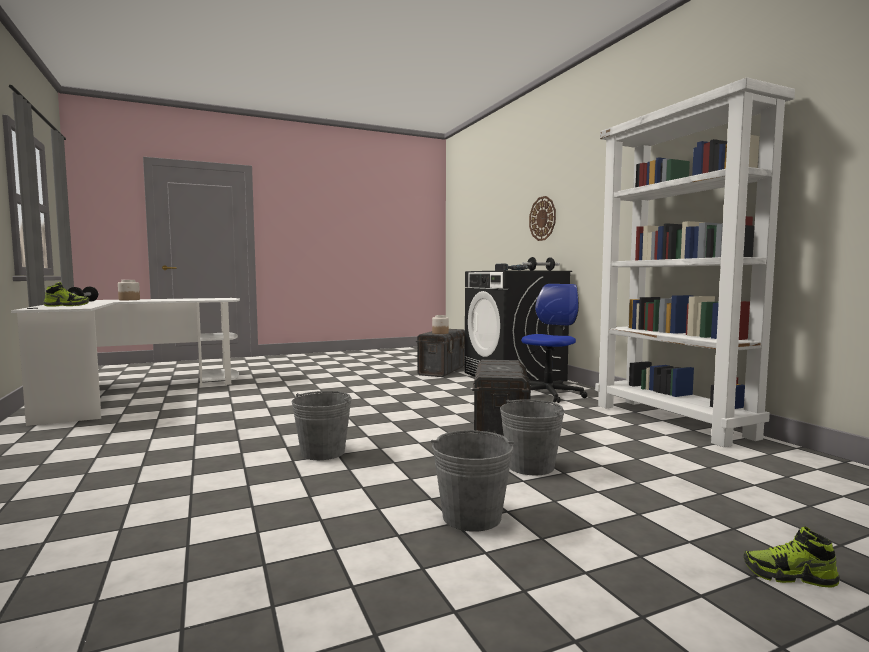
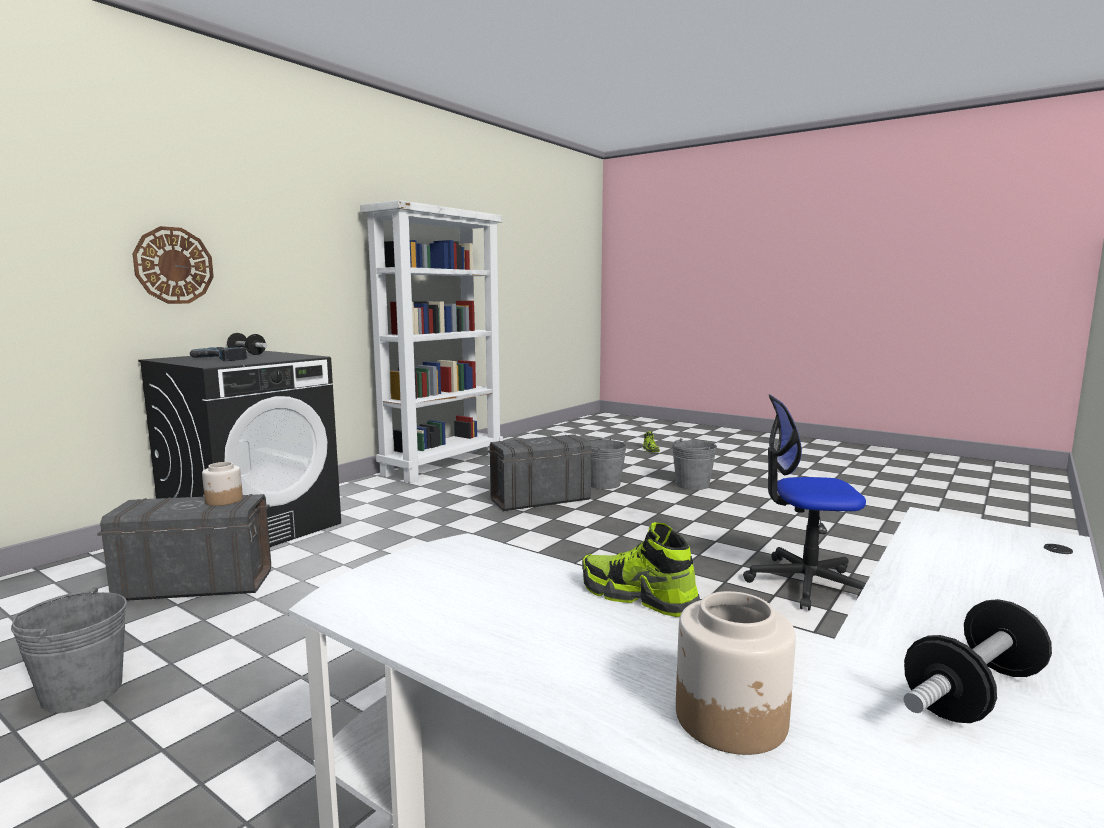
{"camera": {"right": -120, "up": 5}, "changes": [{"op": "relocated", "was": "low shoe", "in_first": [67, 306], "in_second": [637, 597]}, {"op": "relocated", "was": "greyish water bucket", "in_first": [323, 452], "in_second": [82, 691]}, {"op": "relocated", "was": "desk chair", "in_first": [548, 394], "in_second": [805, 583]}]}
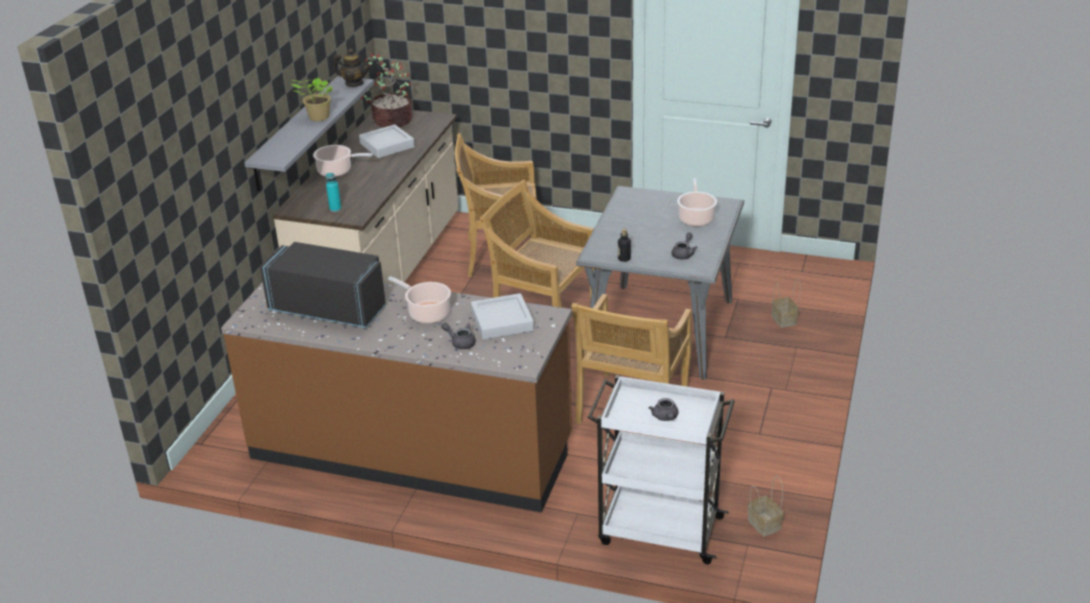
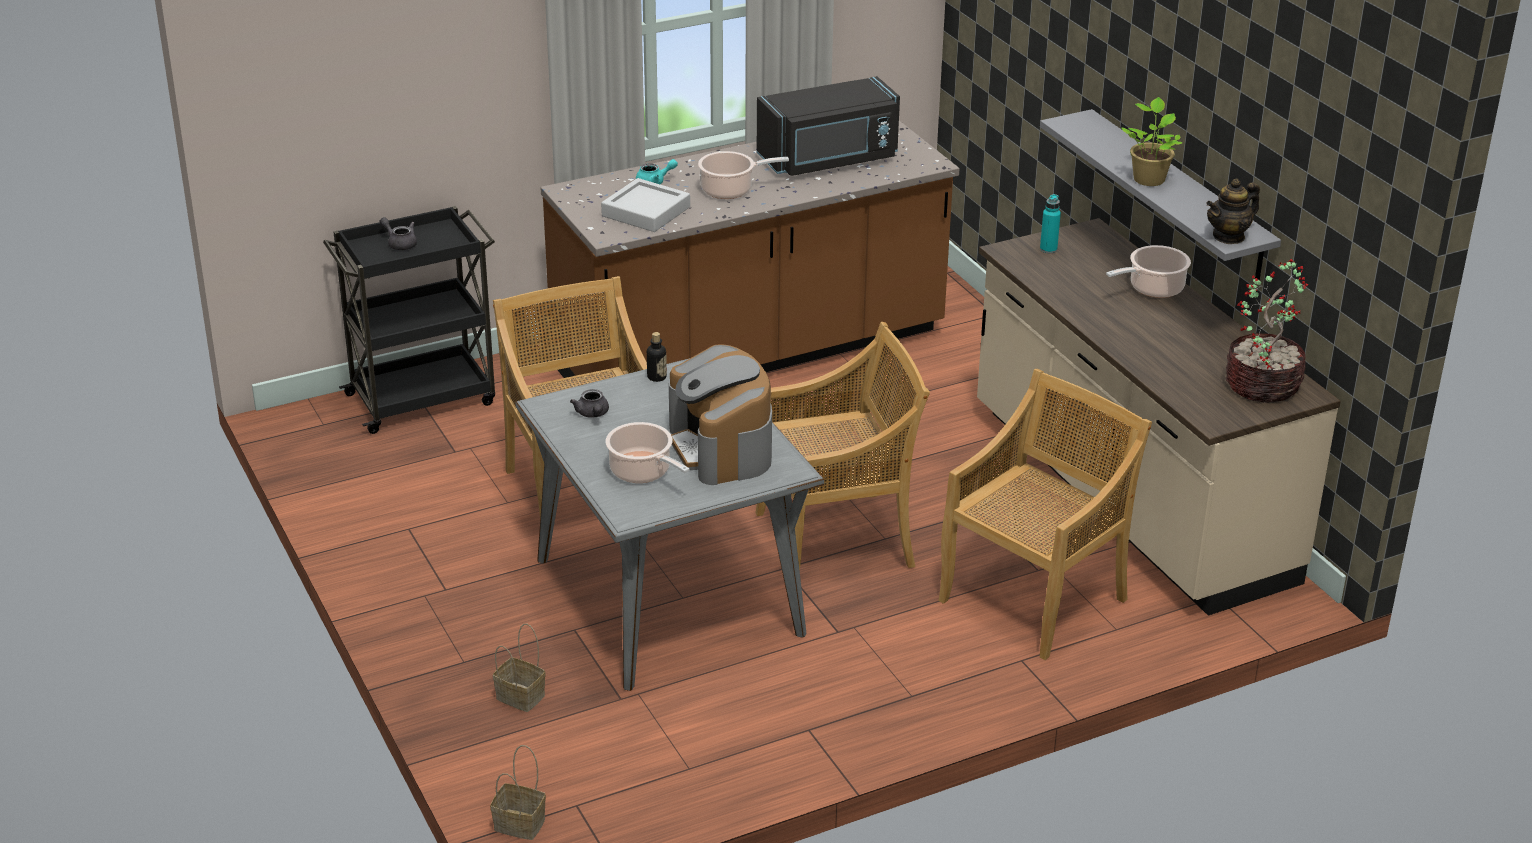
{"camera": {"right": 135, "up": 0}, "changes": [{"op": "missing", "was": "greyish carrying tray", "in_first": [387, 145]}, {"op": "colour", "was": "greyish pot for tea", "now": "blue-green pot for tea", "in_first": [460, 342], "in_second": [654, 182]}, {"op": "colour", "was": "whitish cart", "now": "black cart", "in_first": [658, 530], "in_second": [423, 398]}, {"op": "relocated", "was": "basket", "in_first": [763, 524], "in_second": [521, 824]}, {"op": "appeared", "now": "coffee brewer", "in_second": [722, 448]}]}
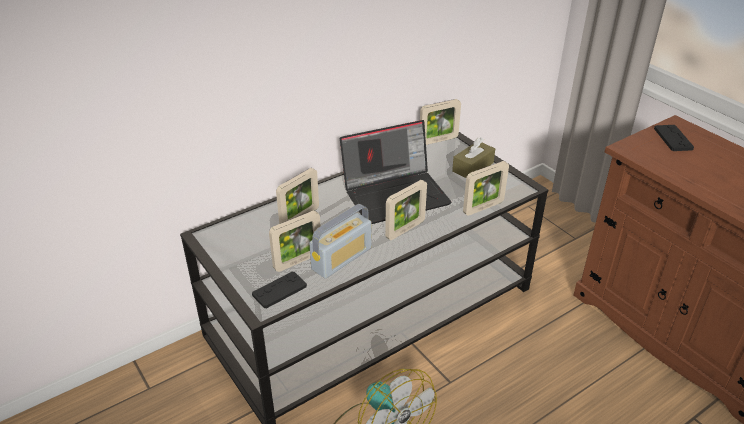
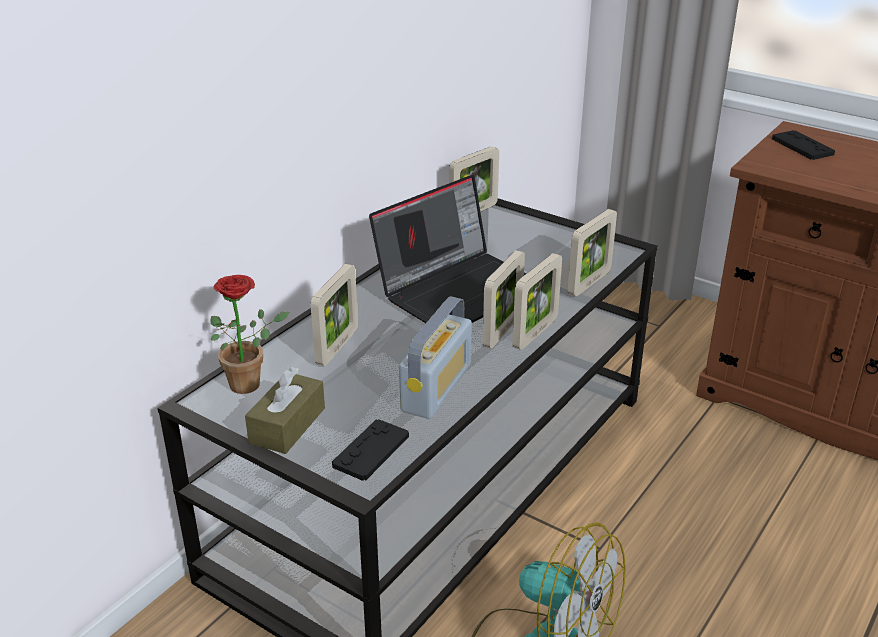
{"camera": {"right": -20, "up": -5}, "changes": [{"op": "relocated", "was": "standing frame", "in_first": [298, 261], "in_second": [535, 333]}, {"op": "relocated", "was": "brown tissue holder", "in_first": [473, 167], "in_second": [287, 425]}, {"op": "appeared", "now": "potted plant", "in_second": [251, 383]}]}
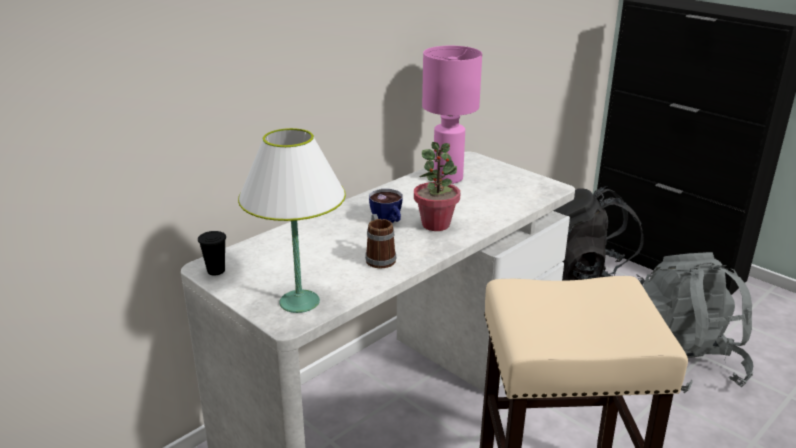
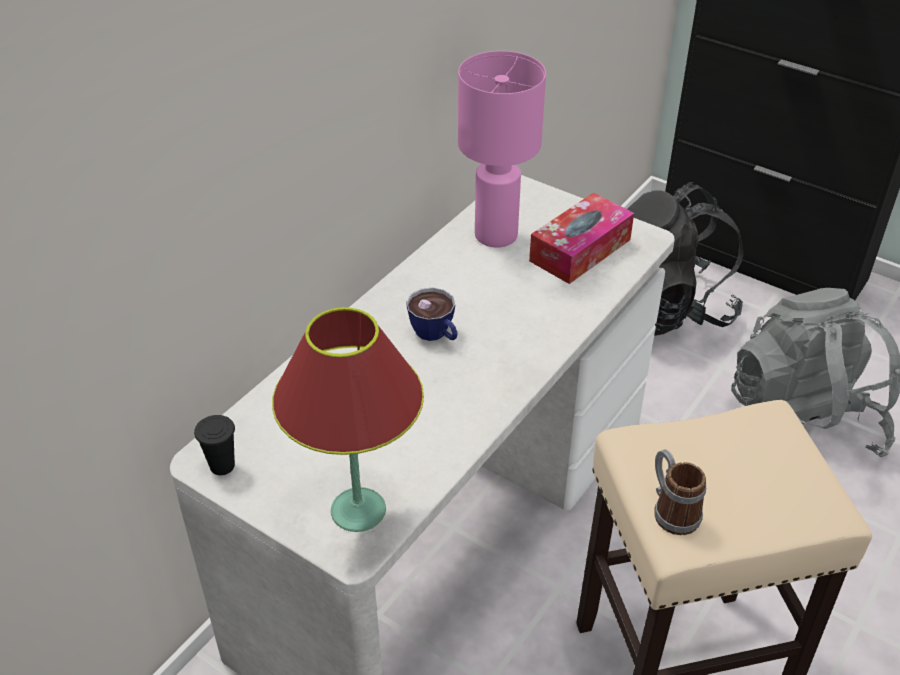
{"camera": {"right": -10, "up": 15}, "changes": [{"op": "colour", "was": "whitish table lamp", "now": "reddish table lamp", "in_first": [300, 302], "in_second": [359, 509]}, {"op": "relocated", "was": "tea mug", "in_first": [379, 258], "in_second": [671, 510]}, {"op": "missing", "was": "potted plant", "in_first": [436, 224]}, {"op": "appeared", "now": "tissue holder", "in_second": [580, 250]}]}
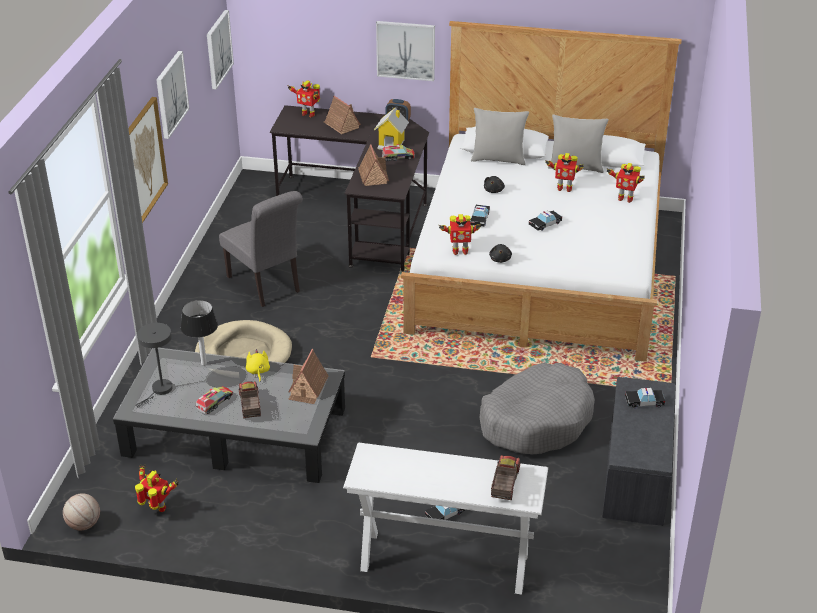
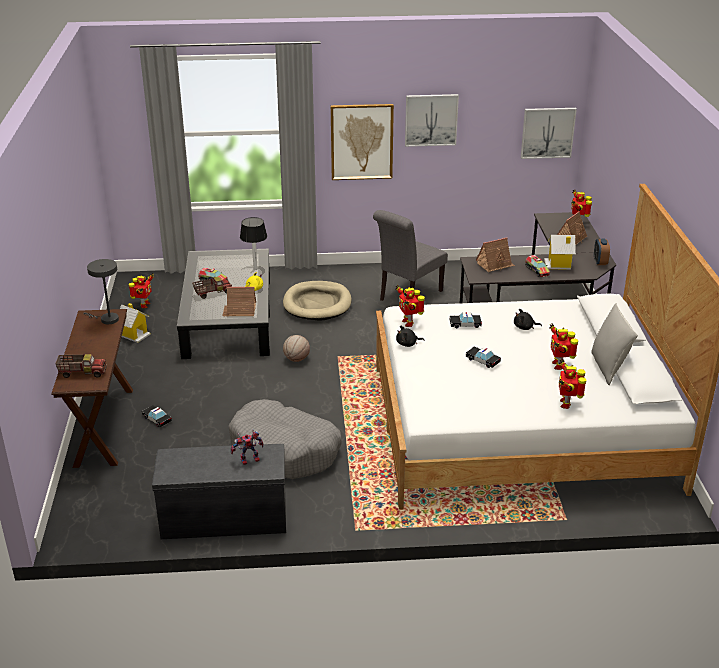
{"camera": {"right": 75, "up": -5}, "changes": [{"op": "relocated", "was": "basketball ball", "in_first": [84, 524], "in_second": [296, 359]}, {"op": "relocated", "was": "greyish table lamp", "in_first": [160, 390], "in_second": [106, 319]}, {"op": "colour", "was": "whitish narrow table", "now": "brown narrow table", "in_first": [444, 562], "in_second": [104, 426]}, {"op": "missing", "was": "wall picture", "in_first": [406, 50]}, {"op": "missing", "was": "greyish throw pillow", "in_first": [498, 159]}, {"op": "exchanged", "was": "miniature car", "now": "robot figure", "in_first": [644, 402], "in_second": [248, 461]}, {"op": "appeared", "now": "miniature house", "in_second": [134, 334]}]}
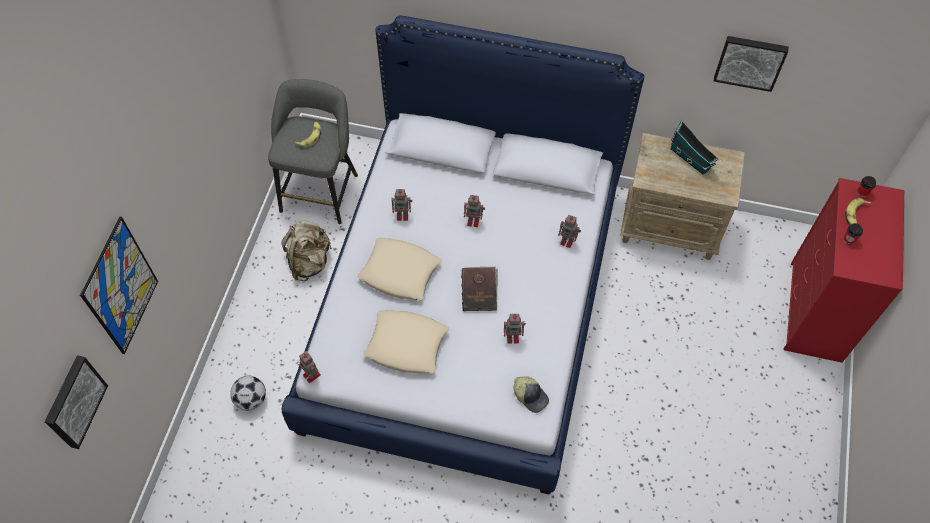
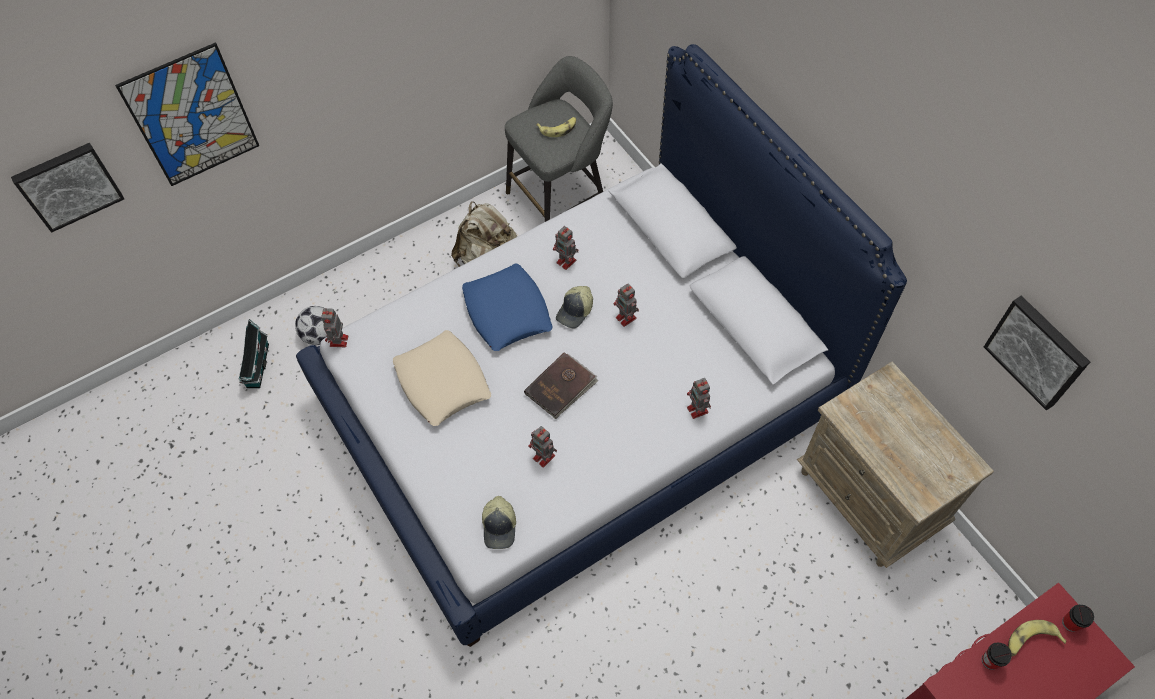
{"camera": {"right": 45, "up": 0}, "changes": [{"op": "colour", "was": "beige throw pillow", "now": "bluish throw pillow", "in_first": [400, 272], "in_second": [507, 312]}, {"op": "relocated", "was": "miniature house", "in_first": [691, 159], "in_second": [257, 367]}, {"op": "appeared", "now": "peaked cap", "in_second": [575, 311]}]}
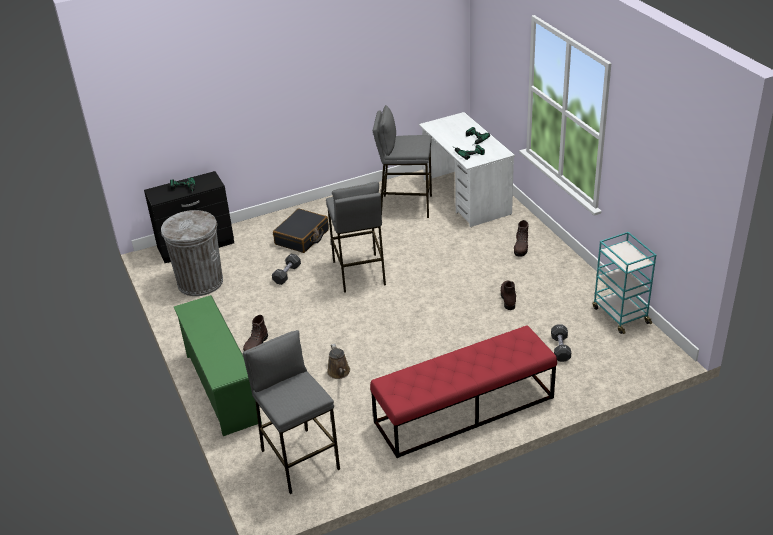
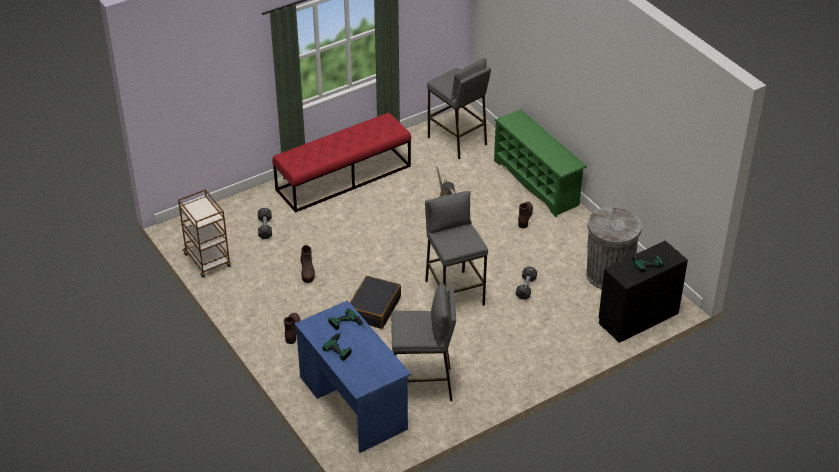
{"camera": {"right": 170, "up": 5}, "changes": [{"op": "relocated", "was": "black travel case", "in_first": [302, 237], "in_second": [374, 308]}, {"op": "colour", "was": "whitish desk unit", "now": "bluish desk unit", "in_first": [466, 197], "in_second": [353, 403]}, {"op": "colour", "was": "blue-green cart", "now": "brown cart", "in_first": [620, 315], "in_second": [208, 261]}]}
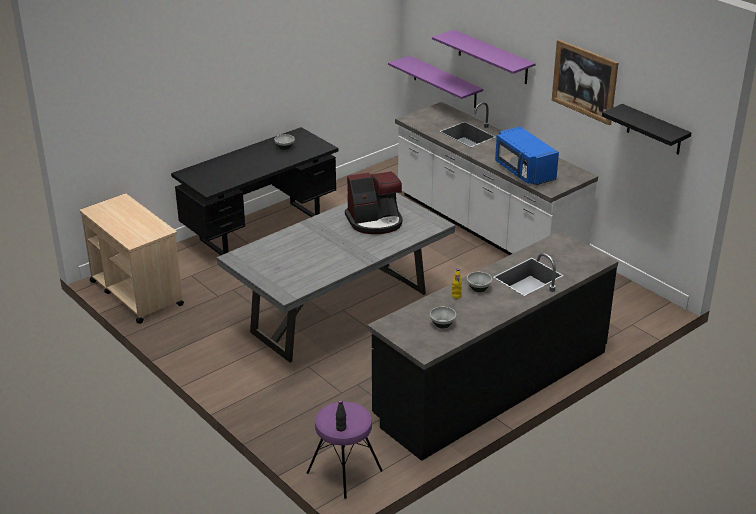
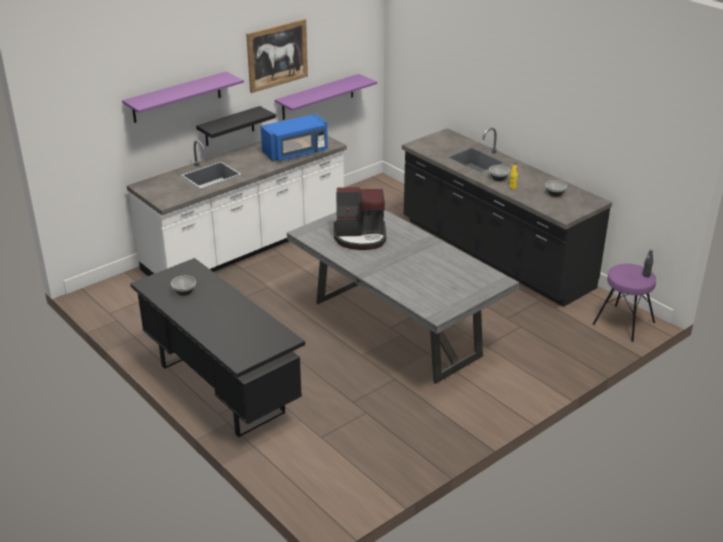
{"camera": {"right": -90, "up": 0}, "changes": [{"op": "missing", "was": "beige cart", "in_first": [136, 293]}, {"op": "spun", "was": "coffee brewer", "in_first": [375, 221], "in_second": [360, 237], "clockwise": 105}, {"op": "relocated", "was": "purplish bracket shelf", "in_first": [444, 82], "in_second": [318, 97]}, {"op": "relocated", "was": "black bracket shelf", "in_first": [654, 130], "in_second": [229, 126]}]}
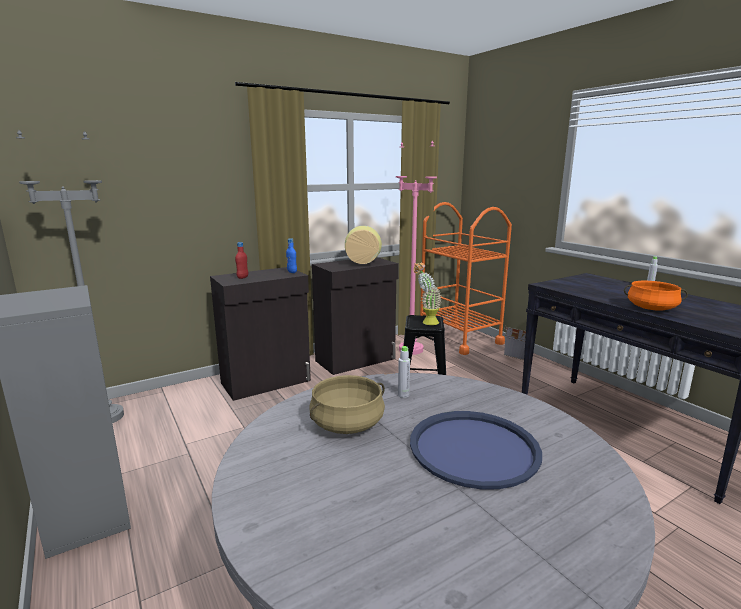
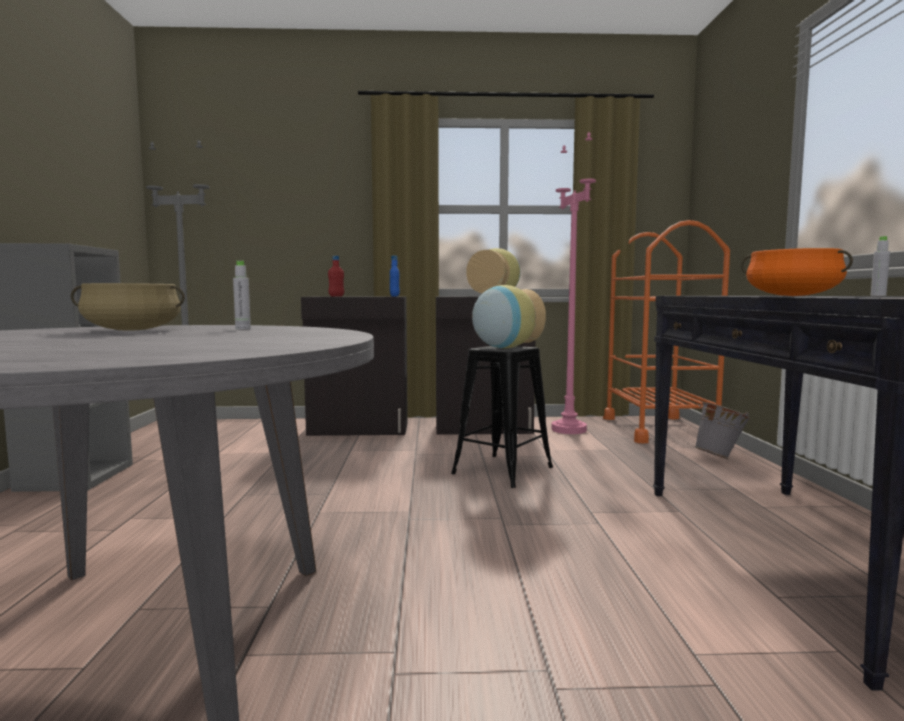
{"camera": {"right": 30, "up": -10}, "changes": [{"op": "missing", "was": "bluish carrying tray", "in_first": [474, 448]}, {"op": "exchanged", "was": "potted plant", "now": "flower vase", "in_first": [426, 322], "in_second": [504, 348]}]}
